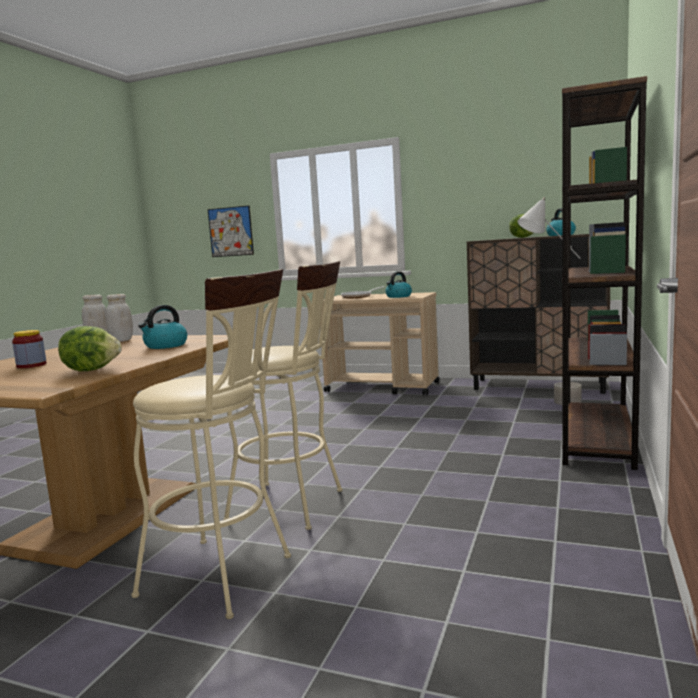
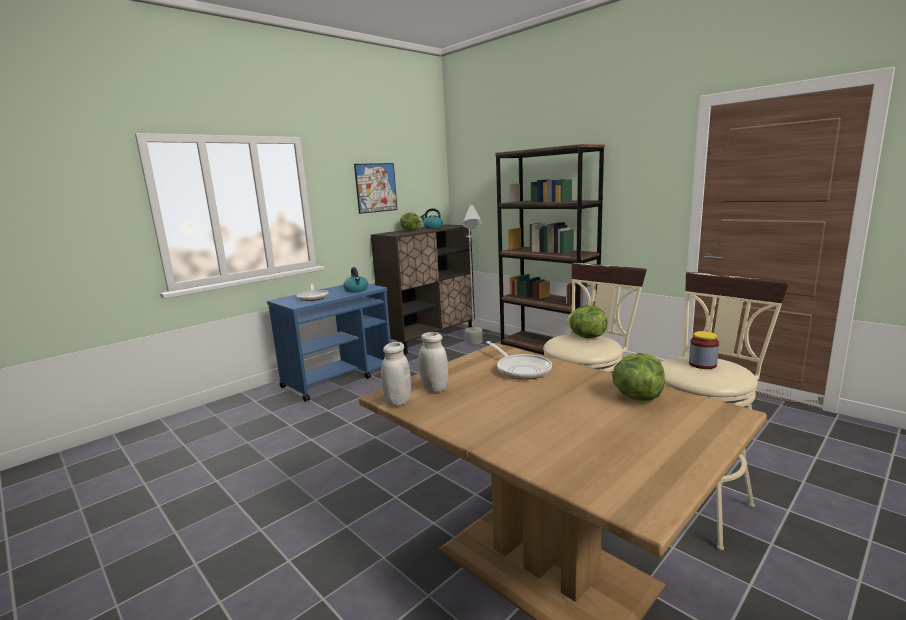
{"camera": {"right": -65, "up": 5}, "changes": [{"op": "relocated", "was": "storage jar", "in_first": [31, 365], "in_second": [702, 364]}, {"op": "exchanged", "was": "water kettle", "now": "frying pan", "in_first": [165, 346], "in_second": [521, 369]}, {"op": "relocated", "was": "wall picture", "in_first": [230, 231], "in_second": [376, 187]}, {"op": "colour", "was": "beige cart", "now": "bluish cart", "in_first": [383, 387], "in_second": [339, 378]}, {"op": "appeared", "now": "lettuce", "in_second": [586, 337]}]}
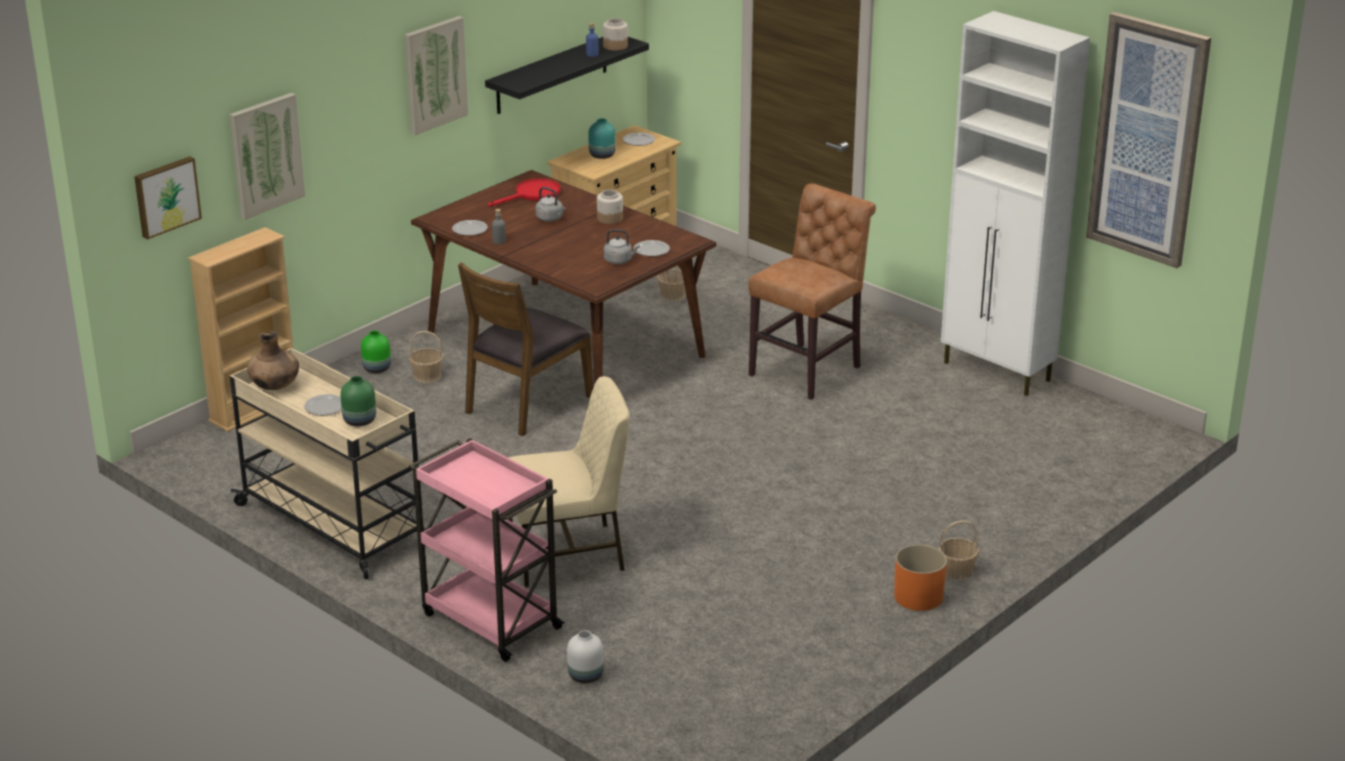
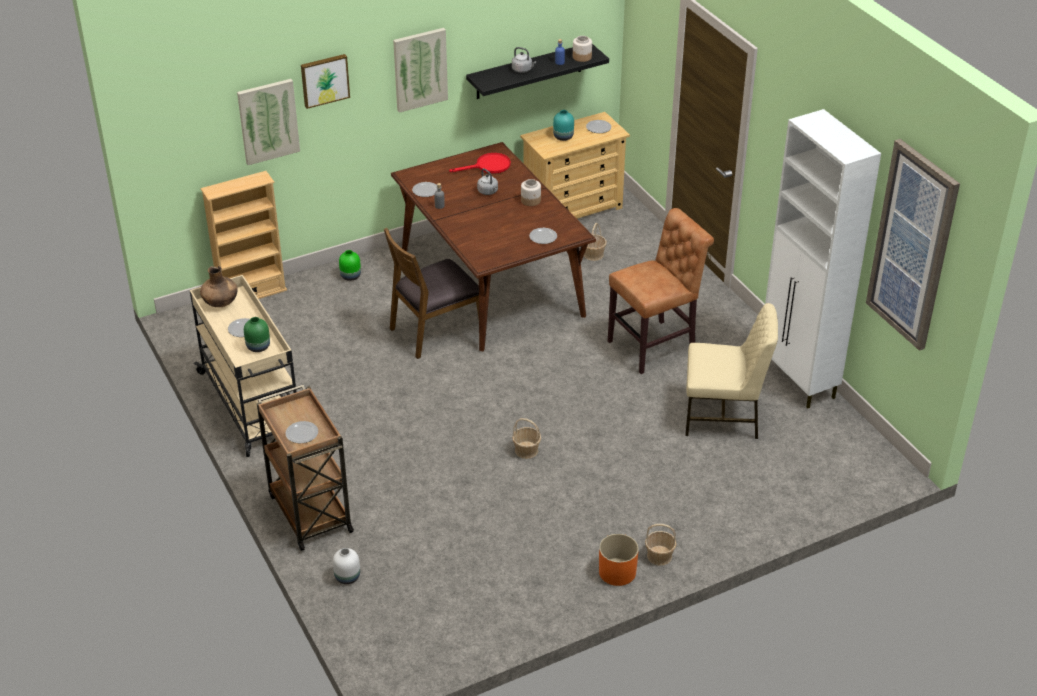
{"camera": {"right": 20, "up": 10}, "changes": [{"op": "relocated", "was": "wall picture", "in_first": [166, 196], "in_second": [324, 80]}, {"op": "relocated", "was": "basket", "in_first": [427, 376], "in_second": [526, 450]}, {"op": "colour", "was": "pink-coloured cart", "now": "brown cart", "in_first": [489, 620], "in_second": [309, 512]}, {"op": "relocated", "was": "beige upright chair", "in_first": [568, 553], "in_second": [723, 416]}, {"op": "relocated", "was": "greyish water kettle", "in_first": [619, 261], "in_second": [523, 70]}, {"op": "appeared", "now": "dinner plate", "in_second": [302, 434]}]}
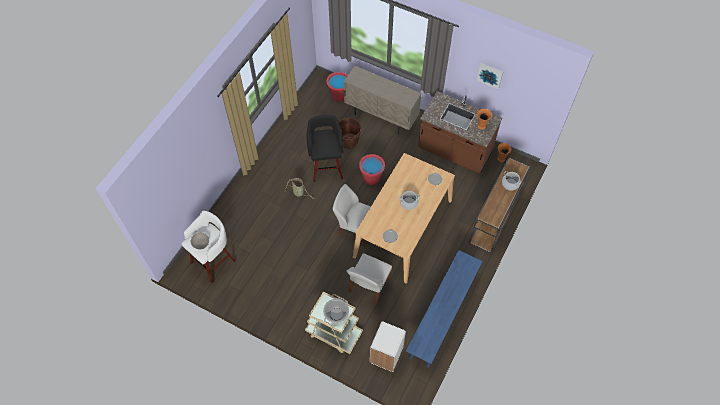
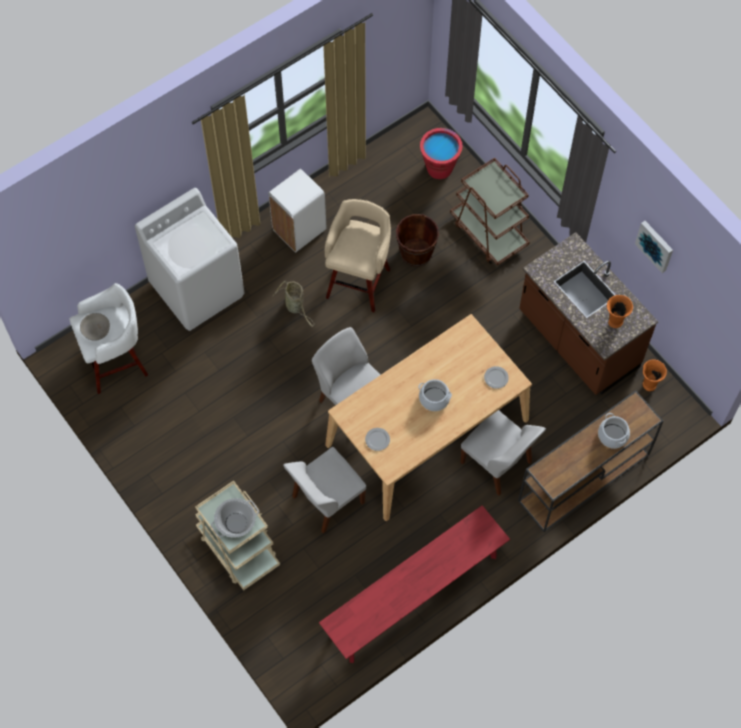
{"camera": {"right": 25, "up": 5}, "changes": [{"op": "colour", "was": "black sitting stool", "now": "beige sitting stool", "in_first": [326, 167], "in_second": [359, 281]}, {"op": "exchanged", "was": "beige cupboard", "now": "brown cart", "in_first": [381, 117], "in_second": [489, 232]}, {"op": "missing", "was": "reddish water bucket", "in_first": [371, 178]}, {"op": "relocated", "was": "whitish waste bin", "in_first": [386, 355], "in_second": [298, 230]}, {"op": "colour", "was": "bluish bench", "now": "reddish bench", "in_first": [442, 316], "in_second": [414, 596]}, {"op": "appeared", "now": "whitish laundry machine", "in_second": [197, 289]}, {"op": "appeared", "now": "whitish upright chair", "in_second": [497, 464]}]}
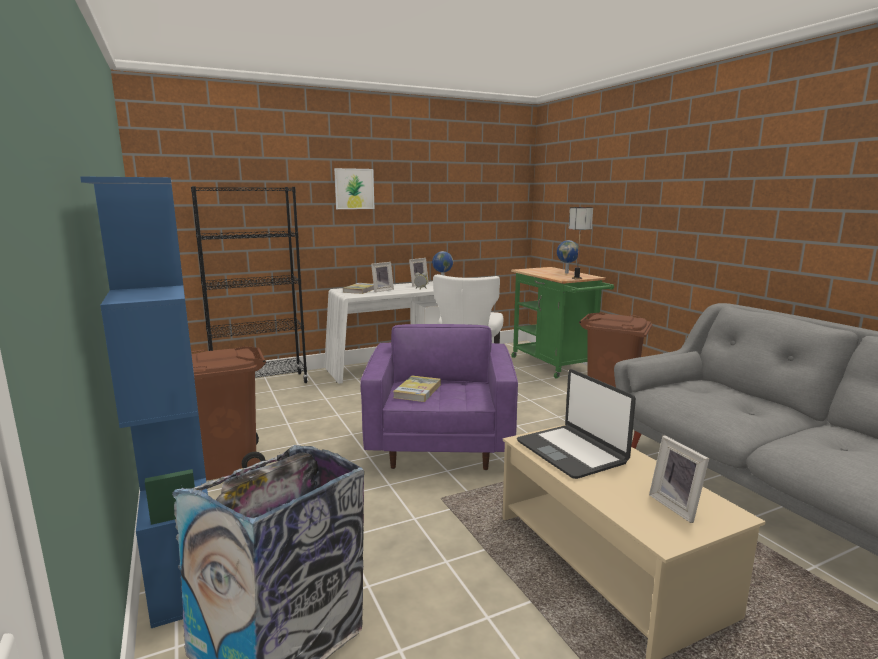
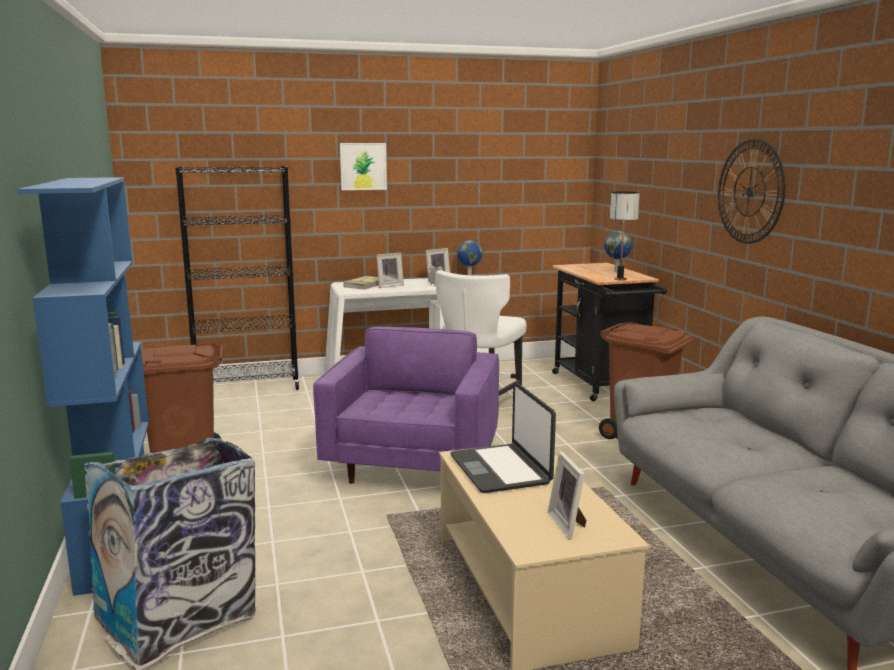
{"camera": {"right": 10, "up": 0}, "changes": [{"op": "missing", "was": "volume", "in_first": [417, 391]}, {"op": "colour", "was": "greenish cart", "now": "black cart", "in_first": [555, 366], "in_second": [601, 386]}, {"op": "appeared", "now": "clock on the wall", "in_second": [749, 191]}]}
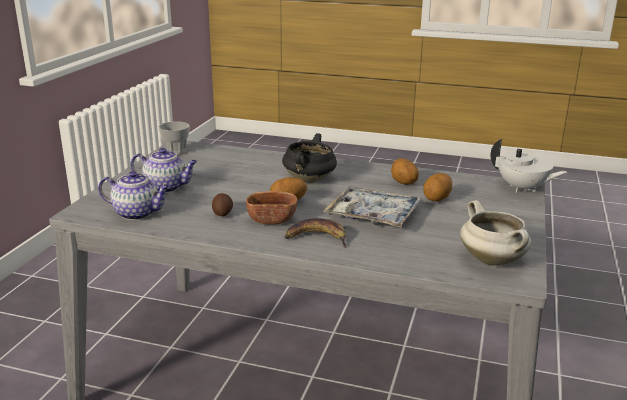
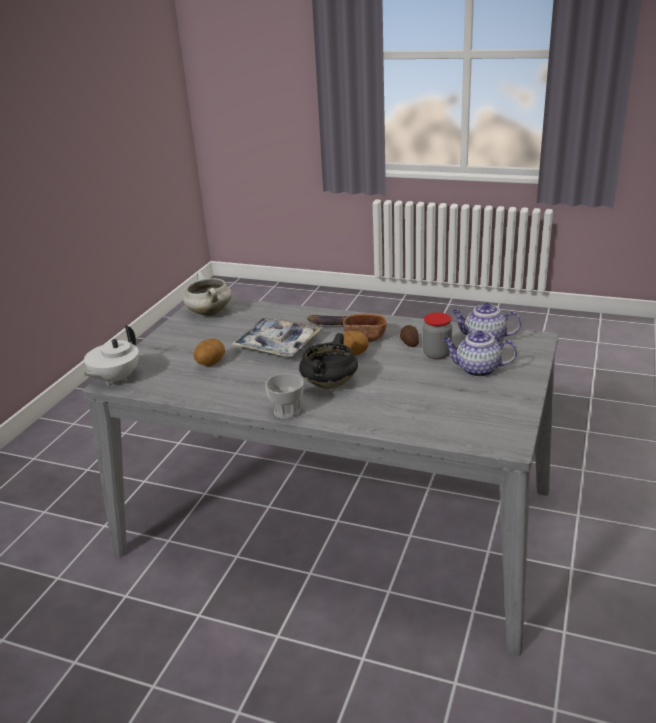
{"camera": {"right": -175, "up": 5}, "changes": [{"op": "relocated", "was": "small cup", "in_first": [175, 151], "in_second": [287, 412]}, {"op": "missing", "was": "spud", "in_first": [403, 183]}, {"op": "spun", "was": "whitish pot for tea", "in_first": [522, 188], "in_second": [115, 379], "clockwise": -105}, {"op": "appeared", "now": "storage jar", "in_second": [437, 354]}]}
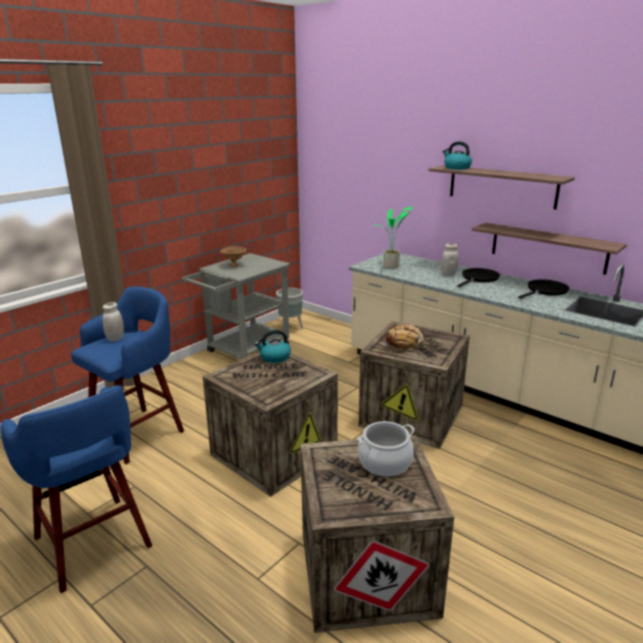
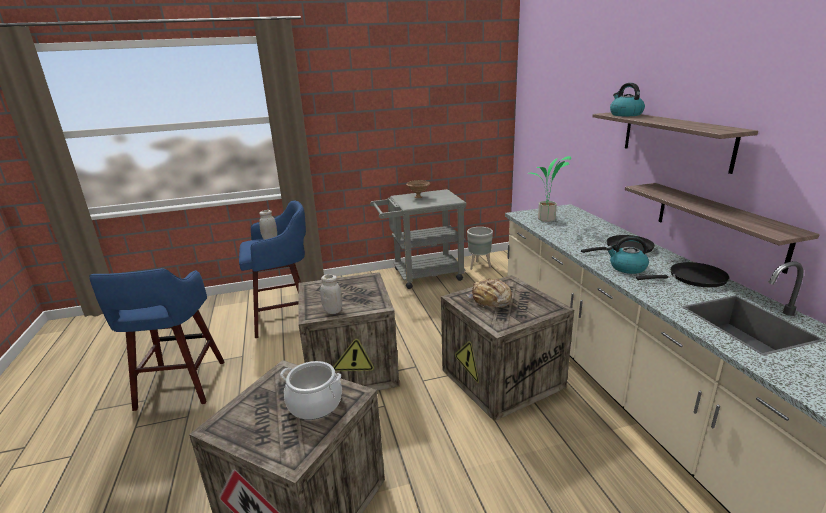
{"camera": {"right": 35, "up": 0}, "changes": [{"op": "relocated", "was": "water kettle", "in_first": [274, 357], "in_second": [627, 268]}, {"op": "relocated", "was": "whitish storage jar", "in_first": [448, 274], "in_second": [333, 311]}]}
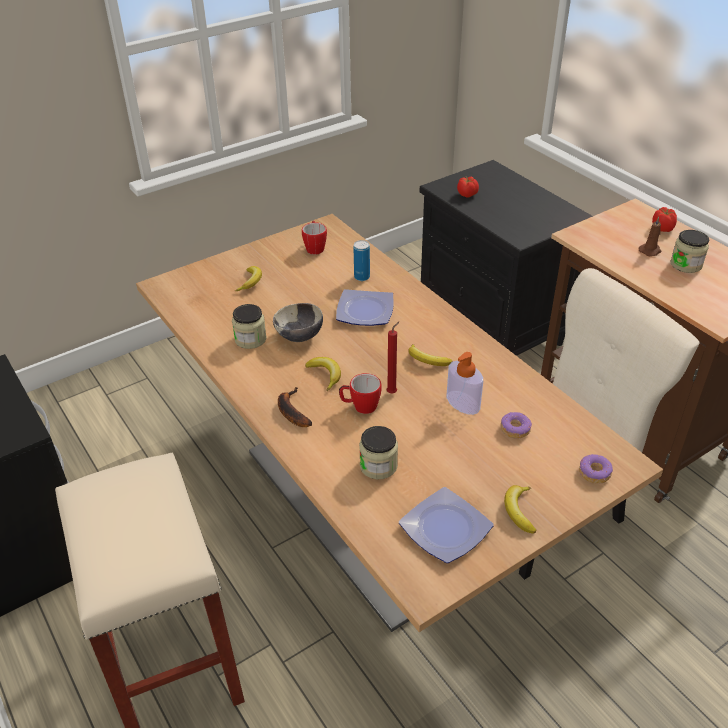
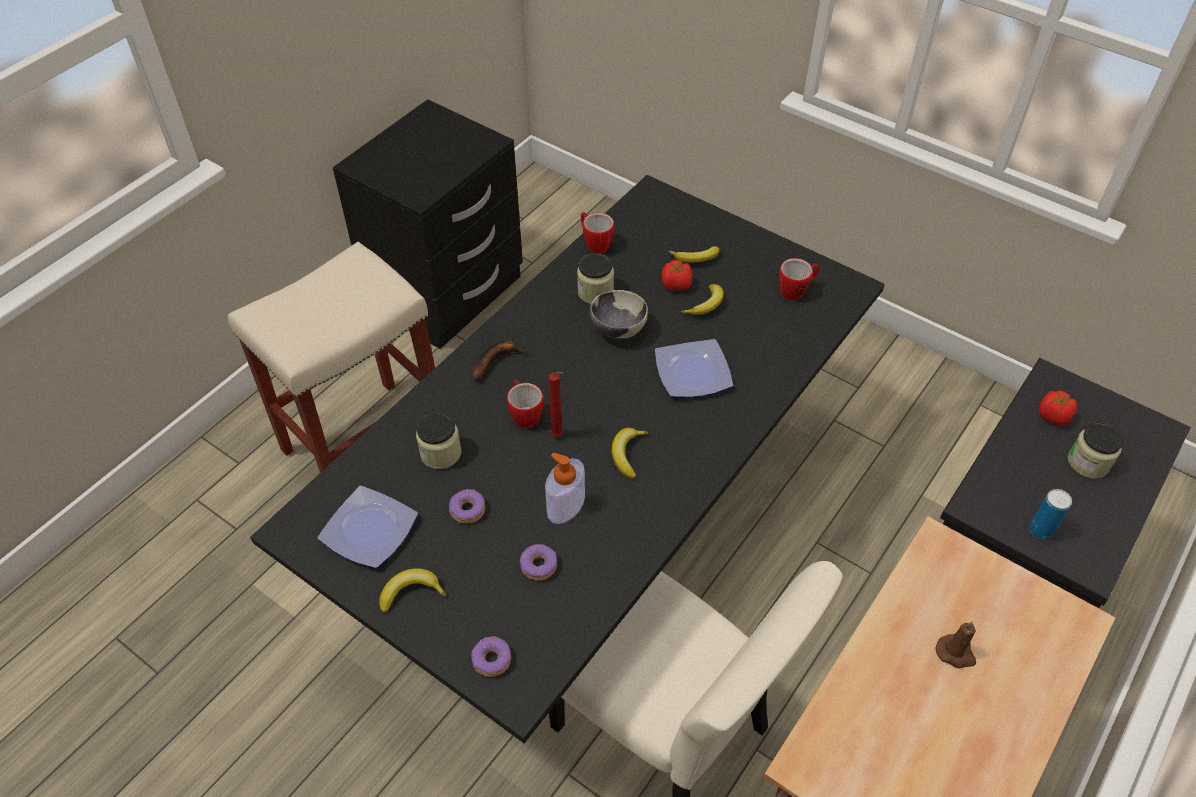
{"camera": {"right": 70, "up": 10}, "changes": [{"op": "colour", "was": "beige dinner table", "now": "black dinner table", "in_first": [366, 506], "in_second": [597, 538]}, {"op": "relocated", "was": "whole banana", "in_first": [325, 375], "in_second": [706, 305]}, {"op": "relocated", "was": "sealed can", "in_first": [362, 277], "in_second": [1040, 530]}, {"op": "relocated", "was": "tomato", "in_first": [662, 228], "in_second": [676, 285]}, {"op": "relocated", "was": "storage jar", "in_first": [686, 264], "in_second": [1088, 462]}, {"op": "appeared", "now": "donut", "in_second": [467, 510]}, {"op": "appeared", "now": "tea mug", "in_second": [595, 243]}]}
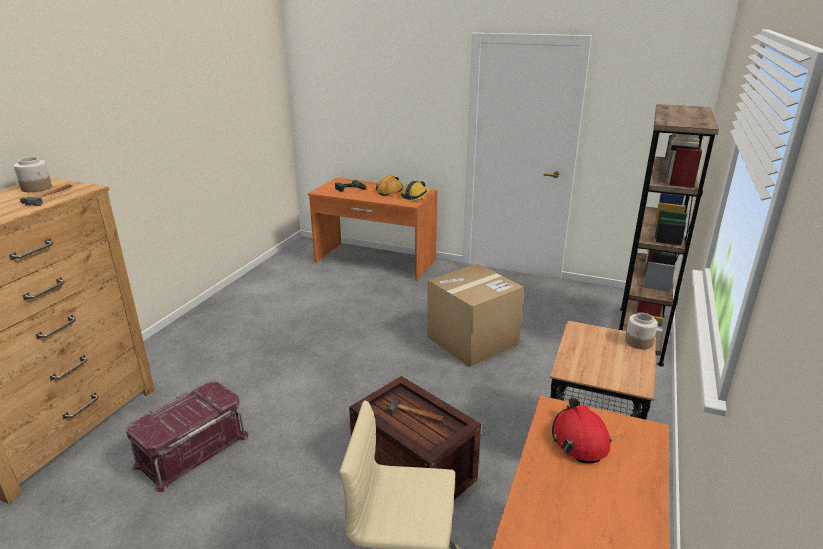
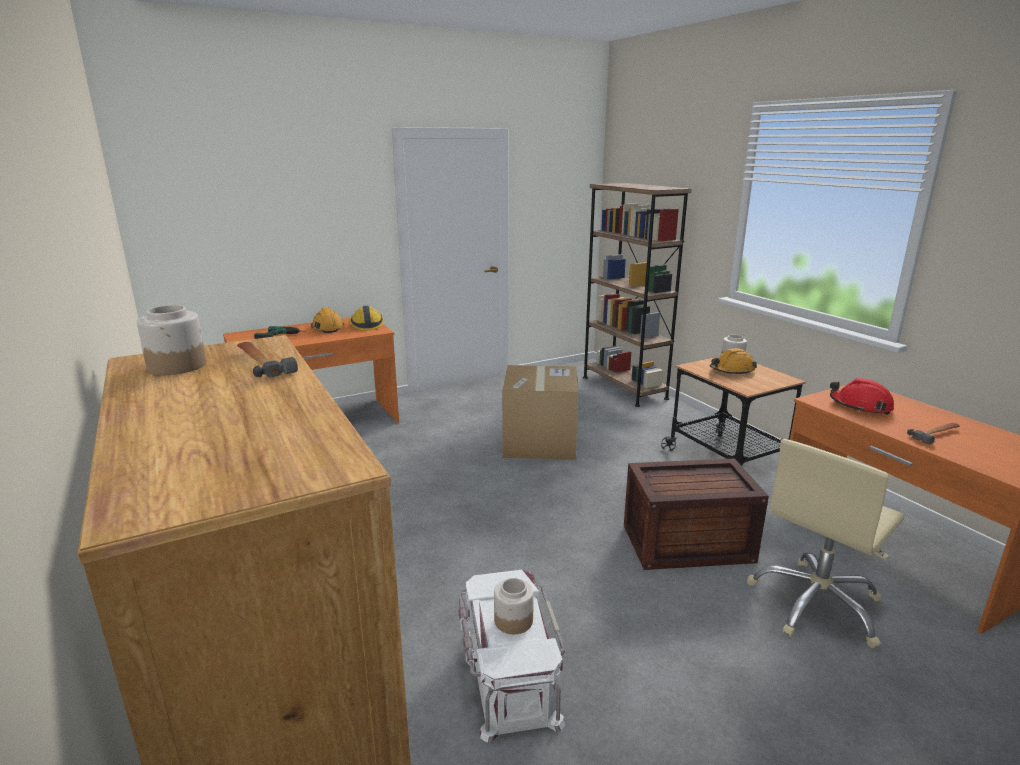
{"camera": {"right": -50, "up": -5}, "changes": [{"op": "colour", "was": "reddish storage box", "now": "whitish storage box", "in_first": [192, 450], "in_second": [507, 674]}, {"op": "relocated", "was": "hammer", "in_first": [415, 415], "in_second": [936, 434]}, {"op": "appeared", "now": "storage jar", "in_second": [513, 621]}, {"op": "appeared", "now": "orangey hard hat", "in_second": [731, 370]}]}
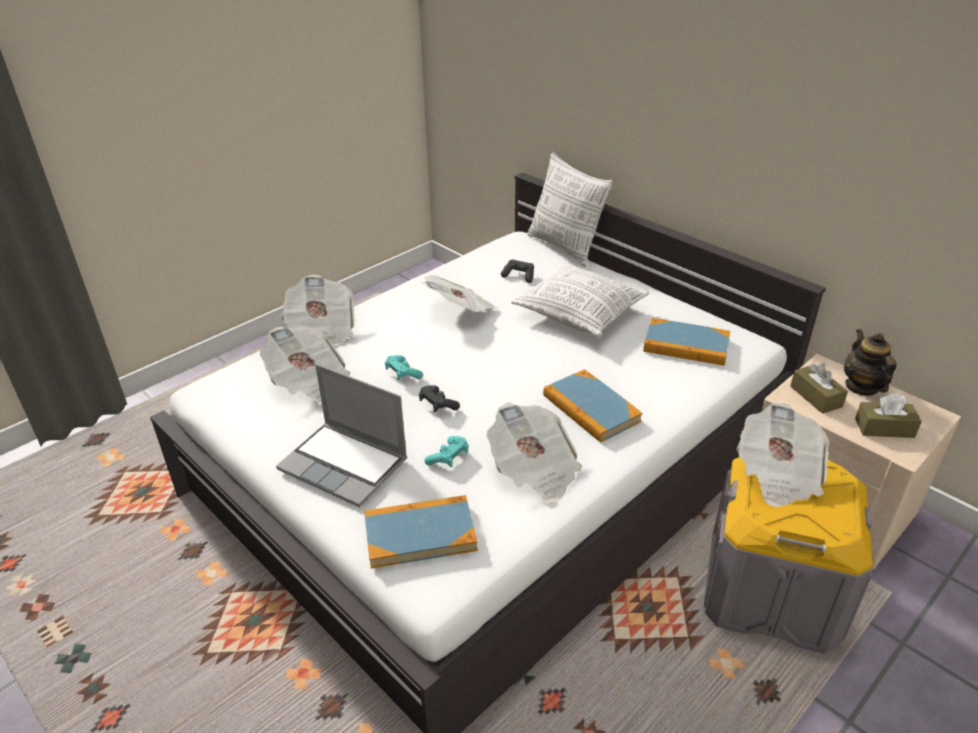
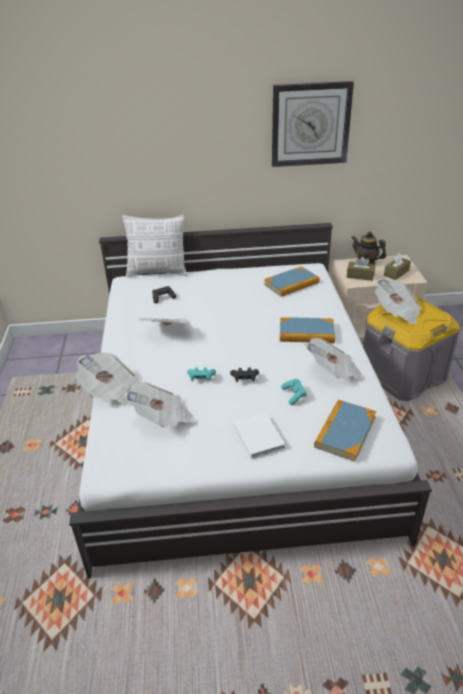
{"camera": {"right": -50, "up": 0}, "changes": [{"op": "exchanged", "was": "laptop", "now": "whitish volume", "in_first": [345, 465], "in_second": [259, 436]}, {"op": "missing", "was": "throw pillow", "in_first": [580, 313]}, {"op": "appeared", "now": "clock on the wall", "in_second": [310, 124]}]}
